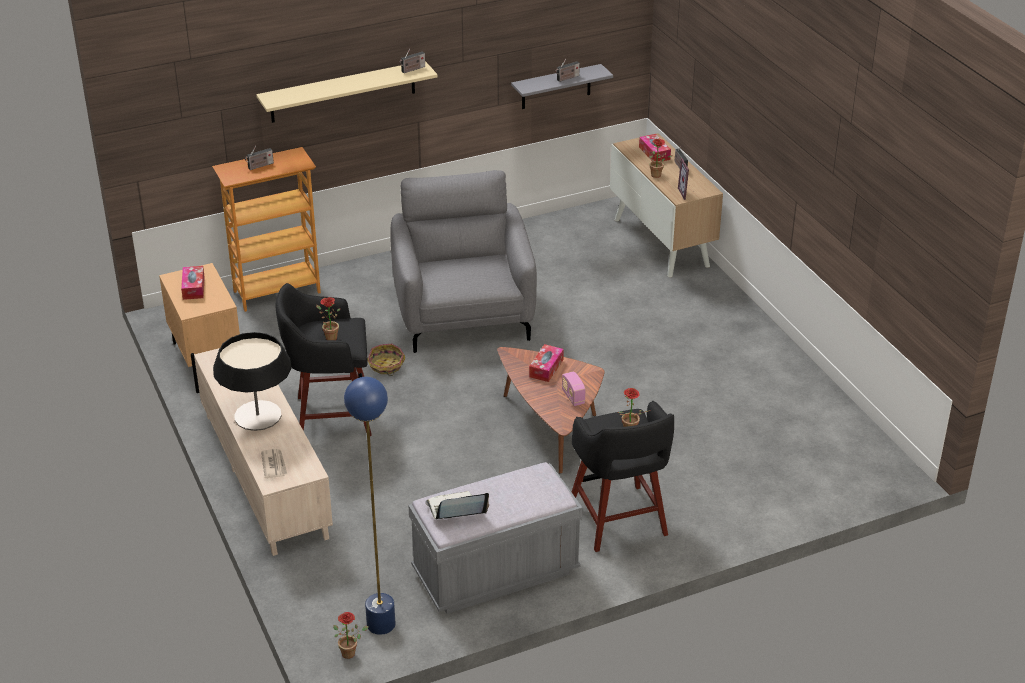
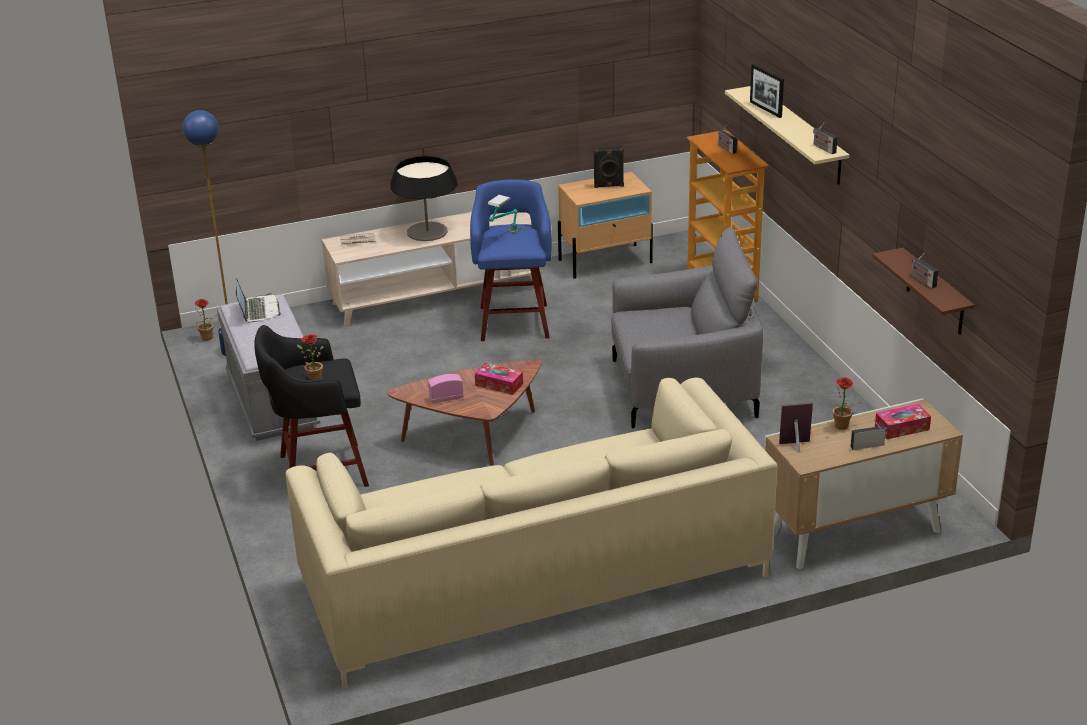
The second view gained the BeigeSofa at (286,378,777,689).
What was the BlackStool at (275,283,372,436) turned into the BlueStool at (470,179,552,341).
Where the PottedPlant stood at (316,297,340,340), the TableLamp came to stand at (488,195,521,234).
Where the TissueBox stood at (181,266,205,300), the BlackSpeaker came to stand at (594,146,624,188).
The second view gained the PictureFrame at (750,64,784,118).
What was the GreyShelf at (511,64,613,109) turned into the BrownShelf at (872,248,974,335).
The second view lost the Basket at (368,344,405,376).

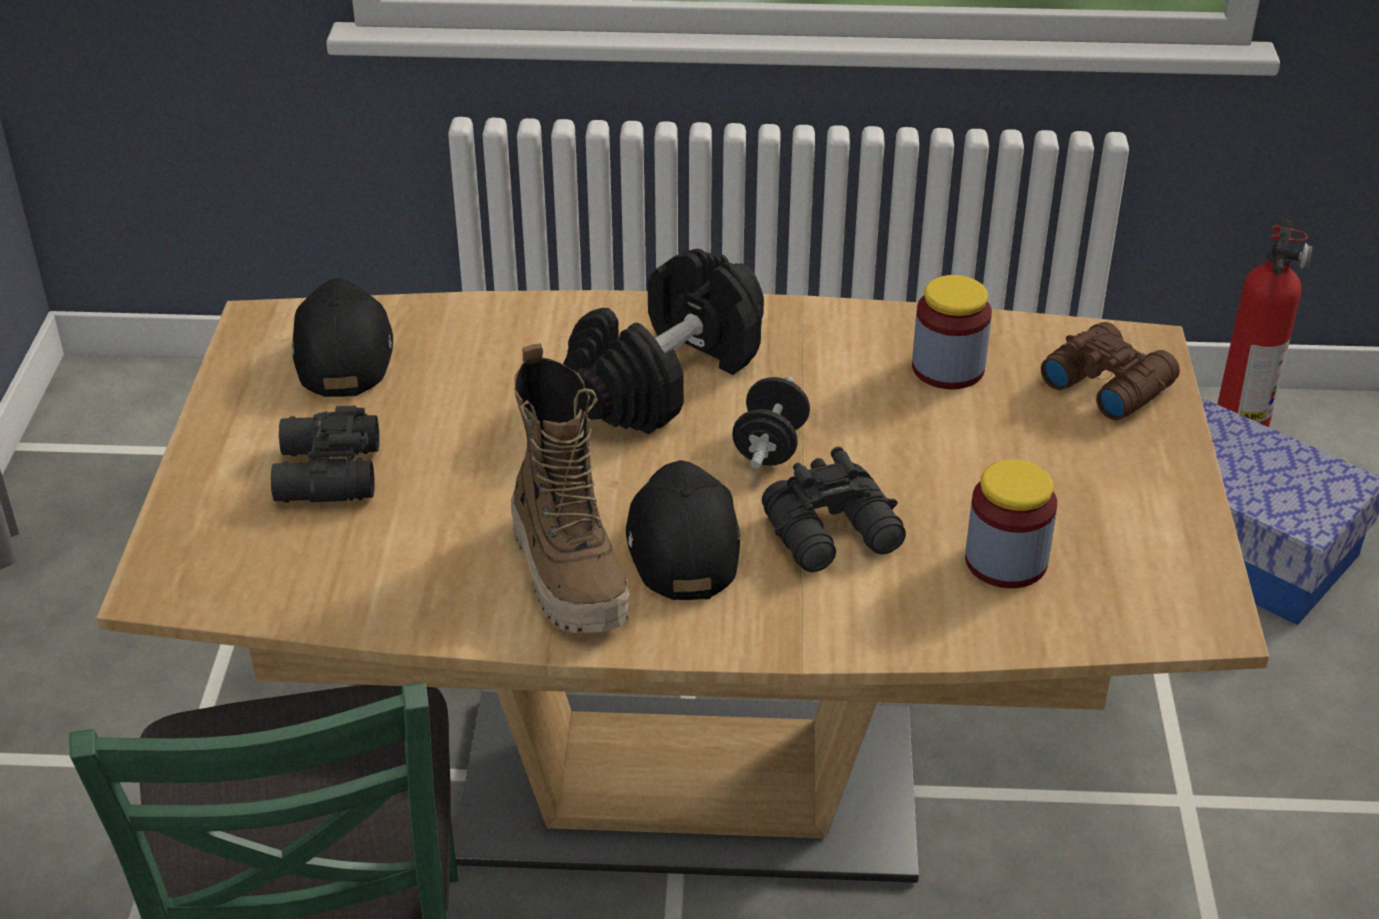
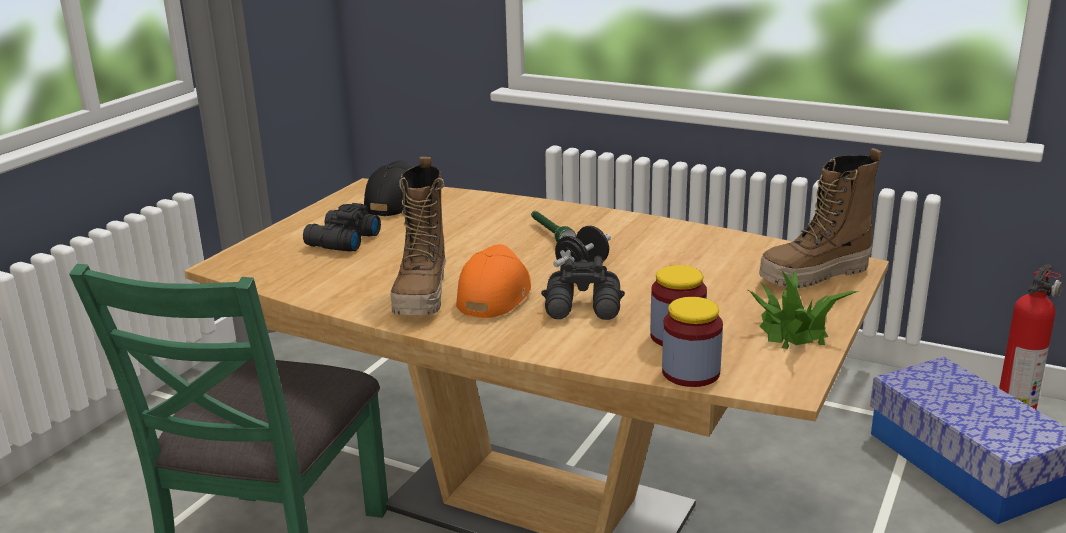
What was the BlackCap at (626,460,740,600) turned into the OrangeCap at (456,244,531,318).
Where the BlackDumbbell stood at (563,249,764,435), the GreenFlashlight came to stand at (531,211,576,242).
The Jar ended up elsewhere, having gone from (912,275,992,389) to (662,297,723,387).
The second view gained the PottedPlant at (748,271,859,349).
Where the BrownBinoculars stood at (1041,322,1180,420), the Boot came to stand at (759,148,882,288).

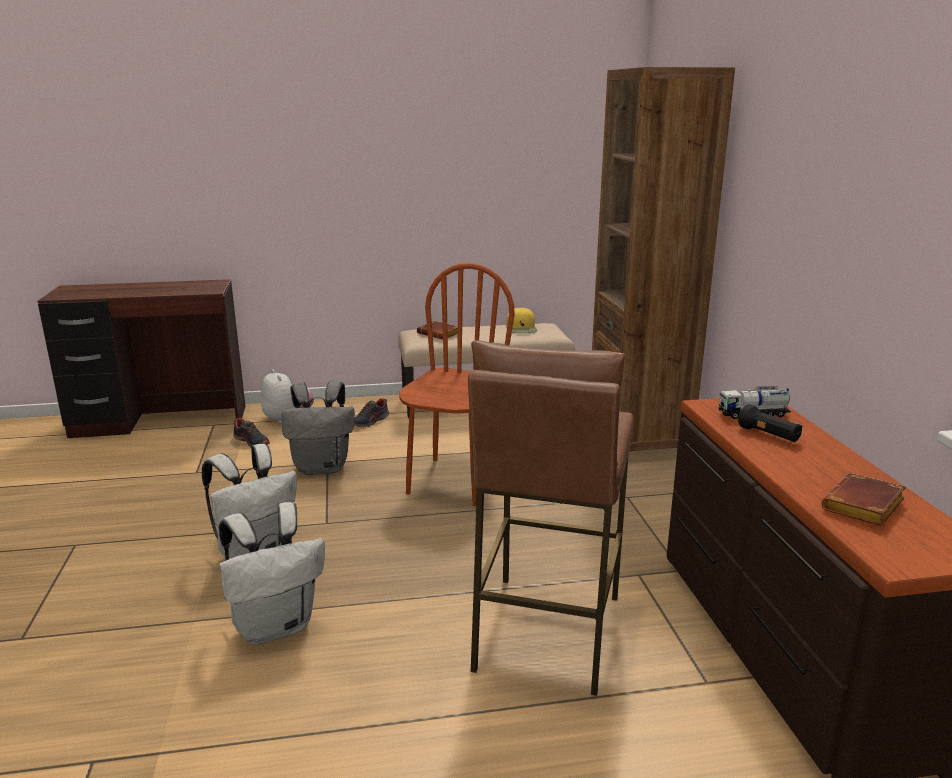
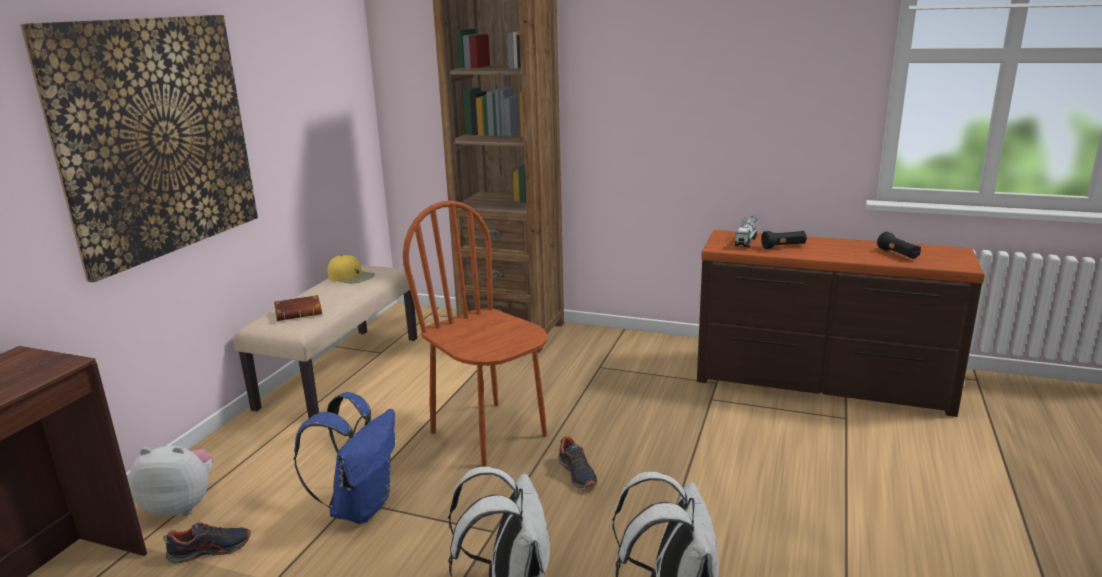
The second view gained the Picture at (20,15,258,282).
What was the GreyBackpack at (281,380,355,475) turned into the BlueBackpack at (294,392,395,524).
The Shoe ended up elsewhere, having gone from (354,398,389,427) to (558,437,597,488).
Where the BrownBook stood at (822,473,906,526), the BlackFlashlight came to stand at (877,232,921,259).
The second view lost the BrownStool at (468,340,634,696).

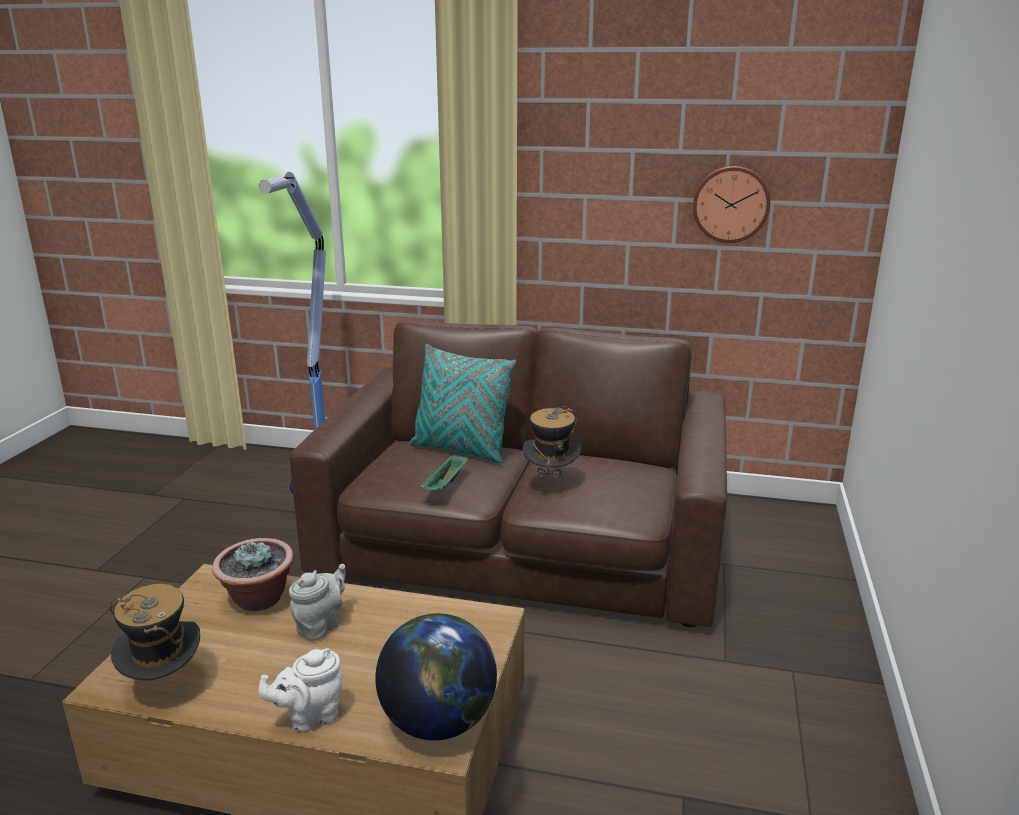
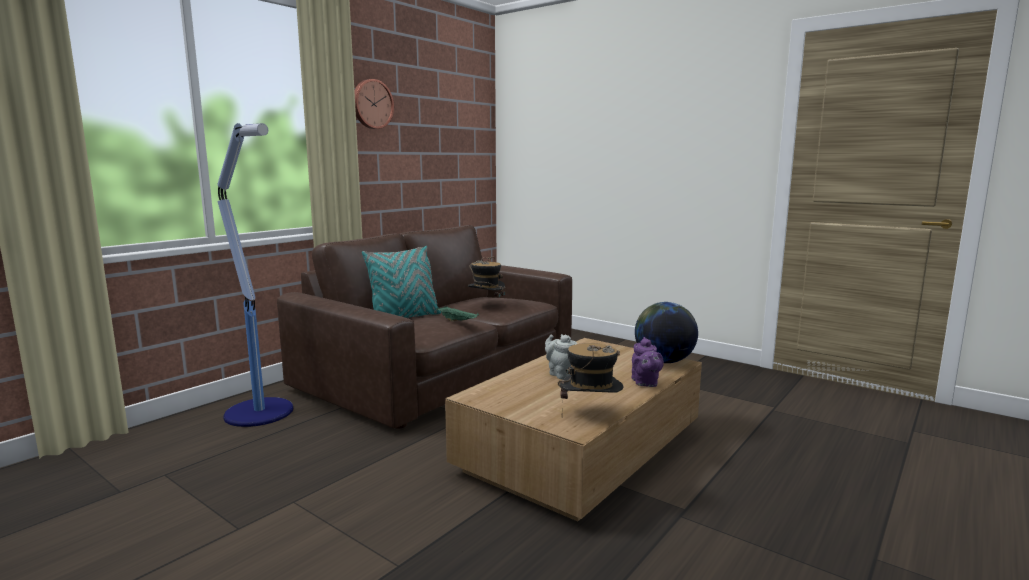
The WallClock ended up elsewhere, having gone from (693,166,770,243) to (354,79,394,129).
What was the WhiteTeapot at (258,648,343,732) turned into the PurpleTeapot at (632,337,664,387).
The second view lost the PottedPlant at (212,538,294,611).

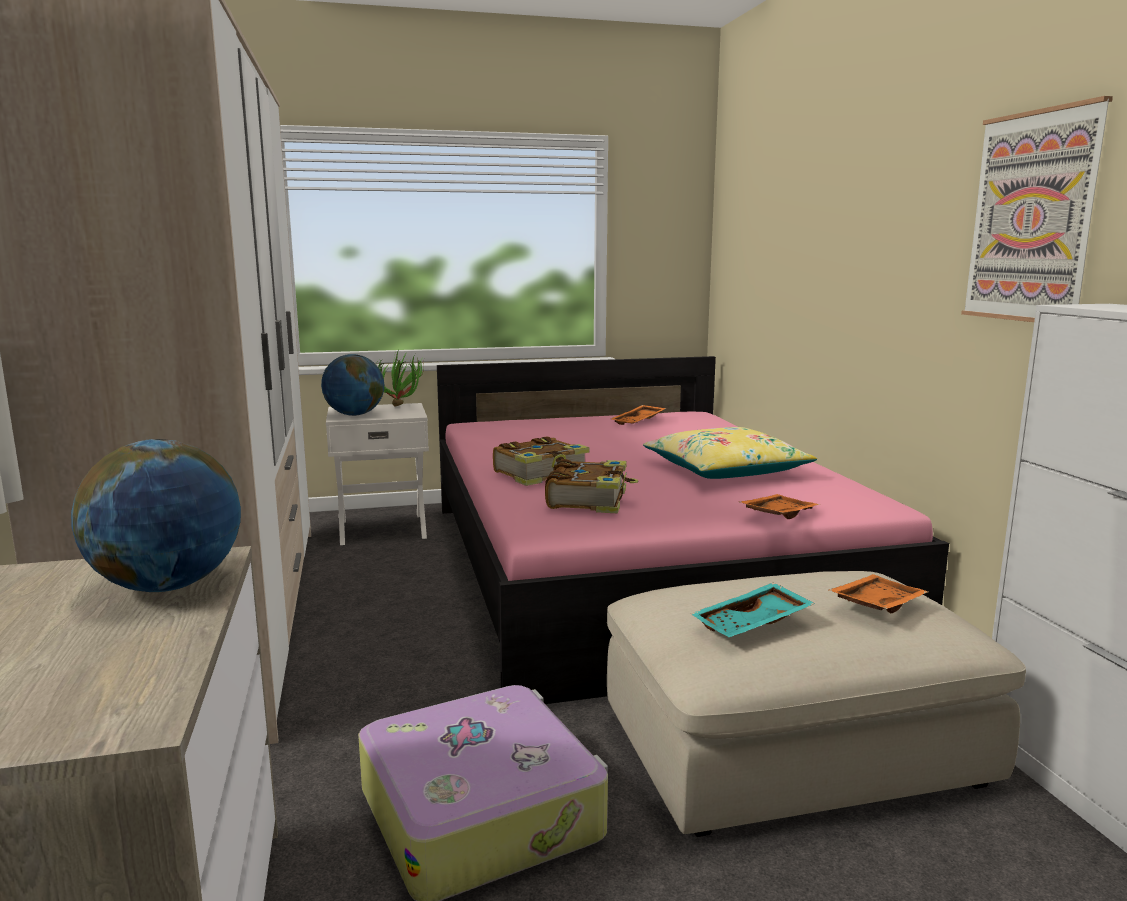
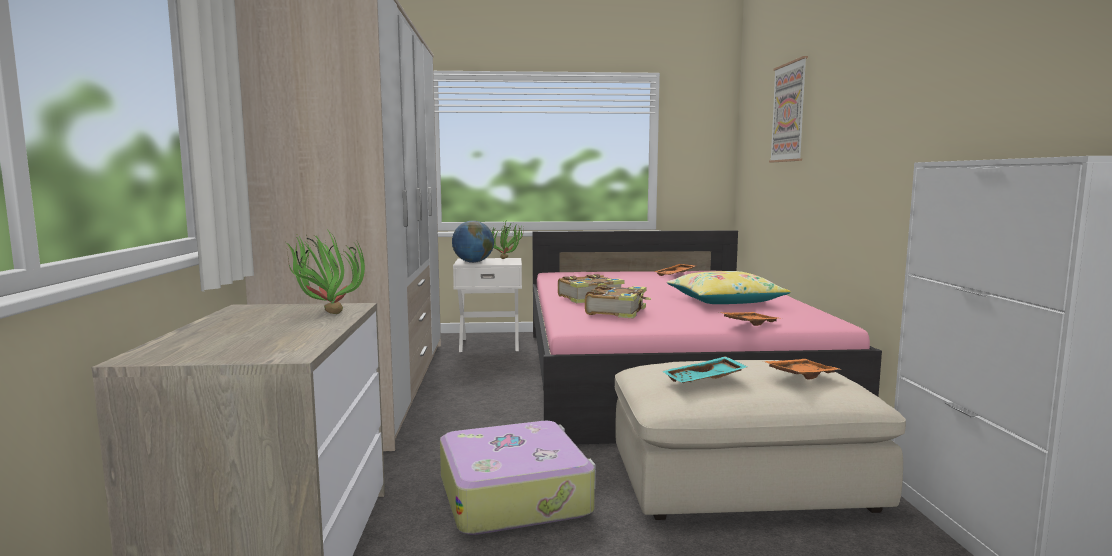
Where the Globe stood at (71,439,241,592), the PottedPlant came to stand at (286,229,365,314).
The Picture ended up elsewhere, having gone from (961,96,1113,322) to (769,56,808,162).

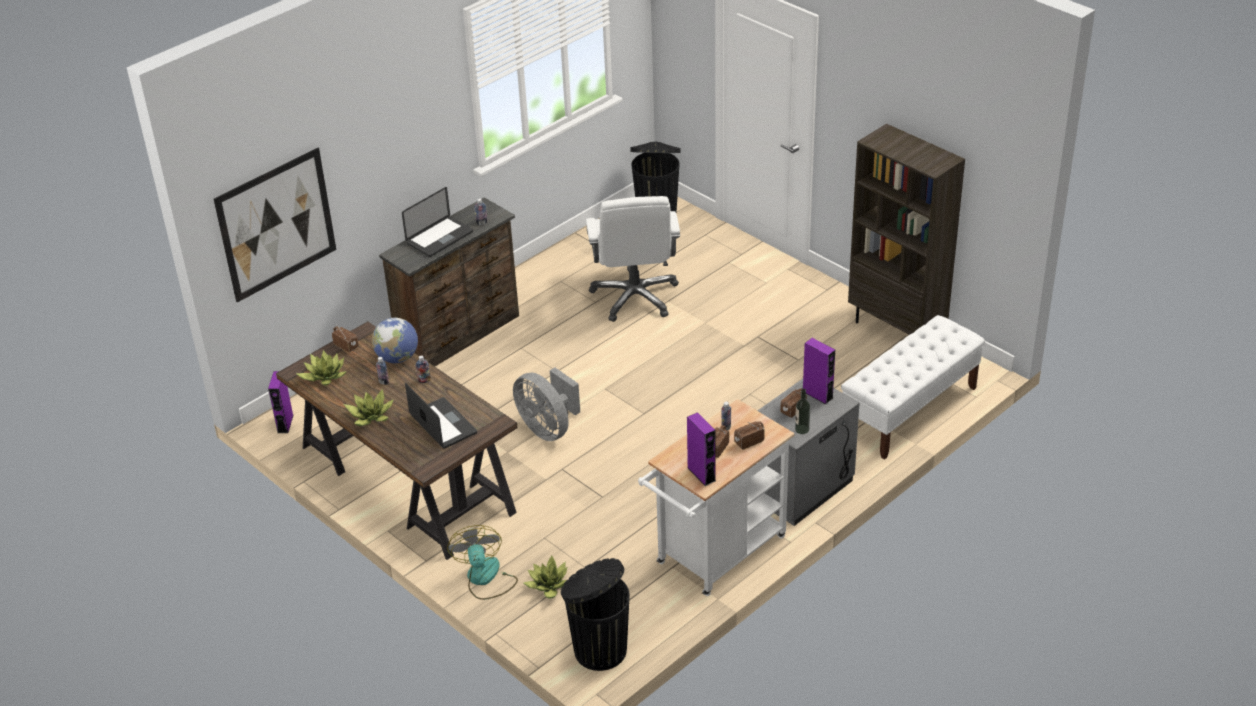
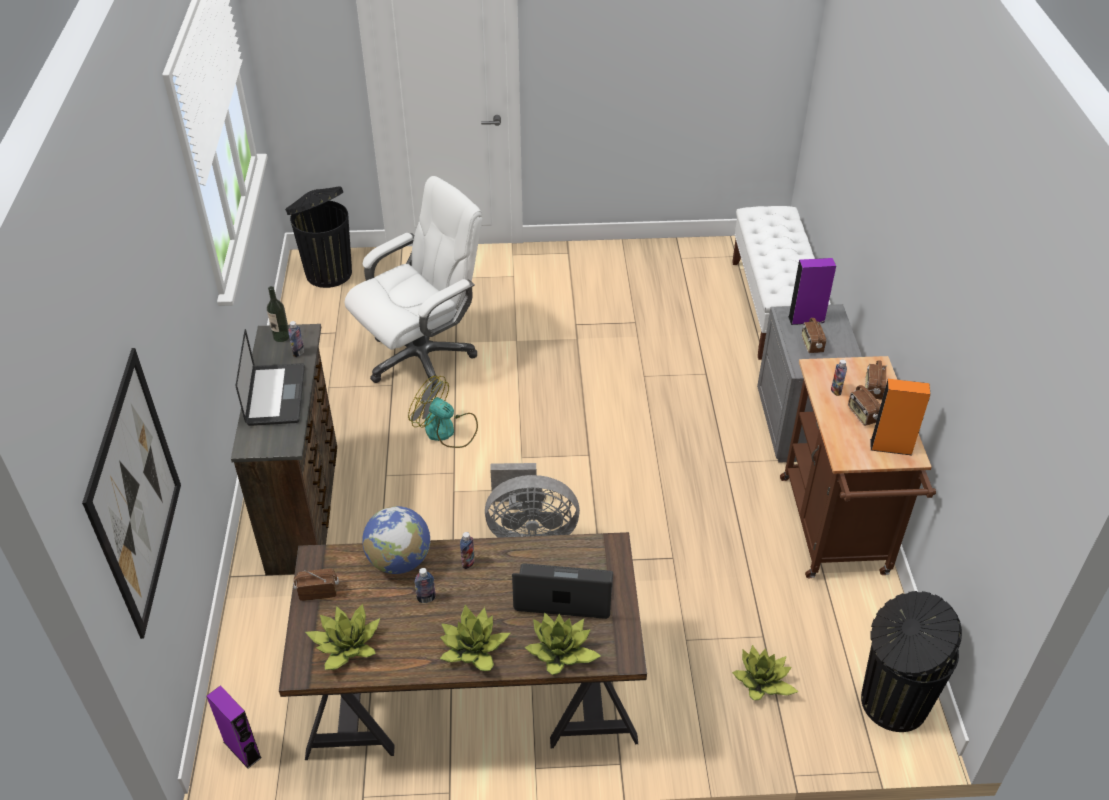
The Bottle ended up elsewhere, having gone from (795,389,810,434) to (267,286,289,342).
The WhiteOfficeChair at (586,196,680,321) ended up facing another way, 75 degrees counterclockwise from before.
The Fan ended up elsewhere, having gone from (447,525,518,600) to (408,376,478,448).
The second view gained the PottedPlant at (524,612,601,675).
What was the WhiteCart at (638,399,795,596) turned into the BrownCart at (780,356,936,579).
What was the PurpleSpeaker at (687,412,716,486) turned into the OrangeSpeaker at (870,379,931,455).
The second view lost the BrownBookcase at (848,124,965,335).

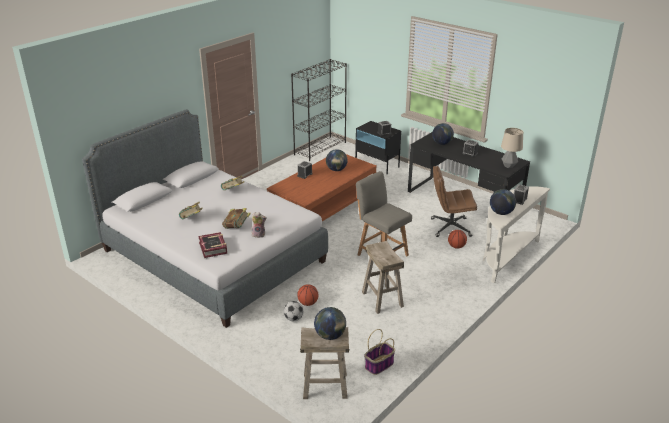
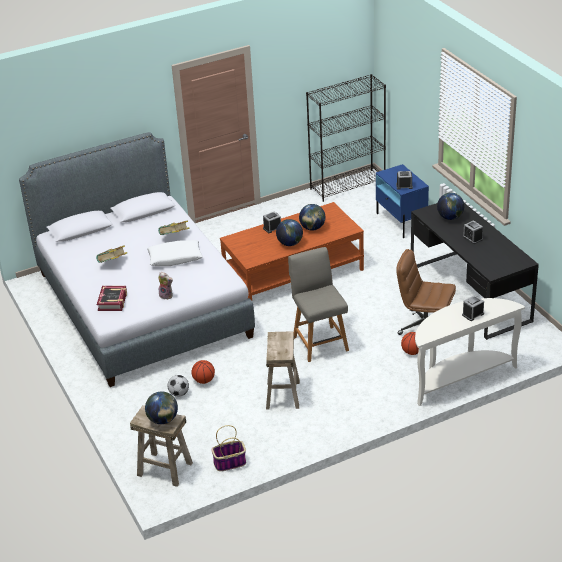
The second view gained the WhitePillow at (147,240,203,266).
The Globe ended up elsewhere, having gone from (490,189,516,215) to (276,219,303,246).
What was the BlackNightstand at (355,121,401,174) turned into the BlueNightstand at (376,164,429,238).
The second view lost the Book at (222,208,251,229).
The second view lost the TableLamp at (501,128,523,168).

